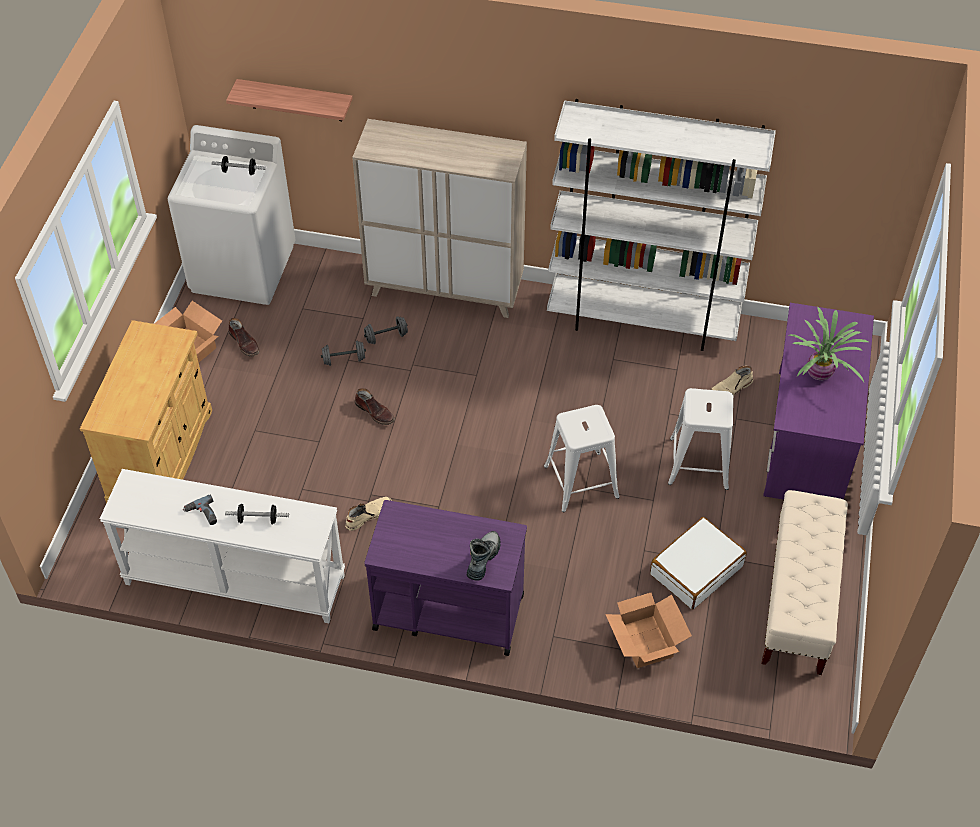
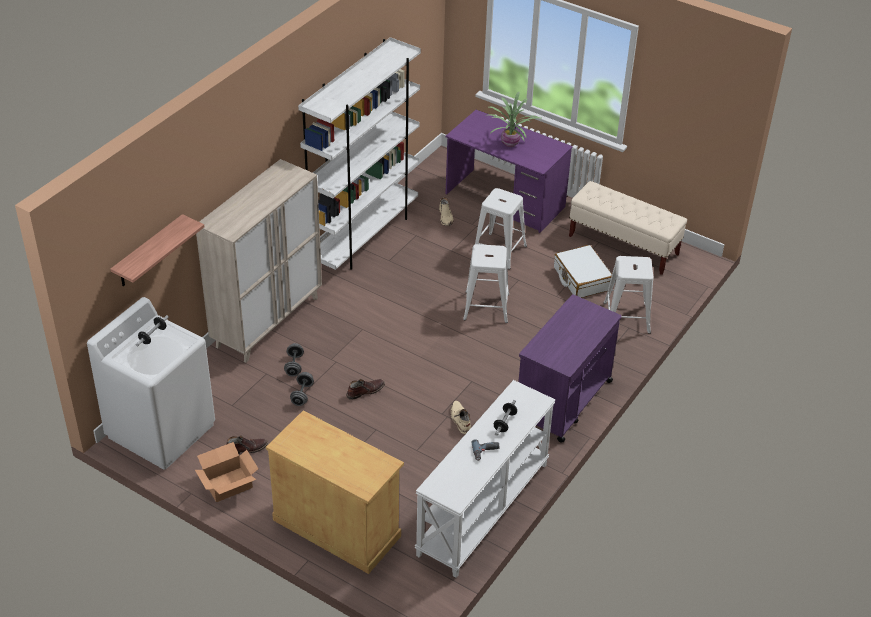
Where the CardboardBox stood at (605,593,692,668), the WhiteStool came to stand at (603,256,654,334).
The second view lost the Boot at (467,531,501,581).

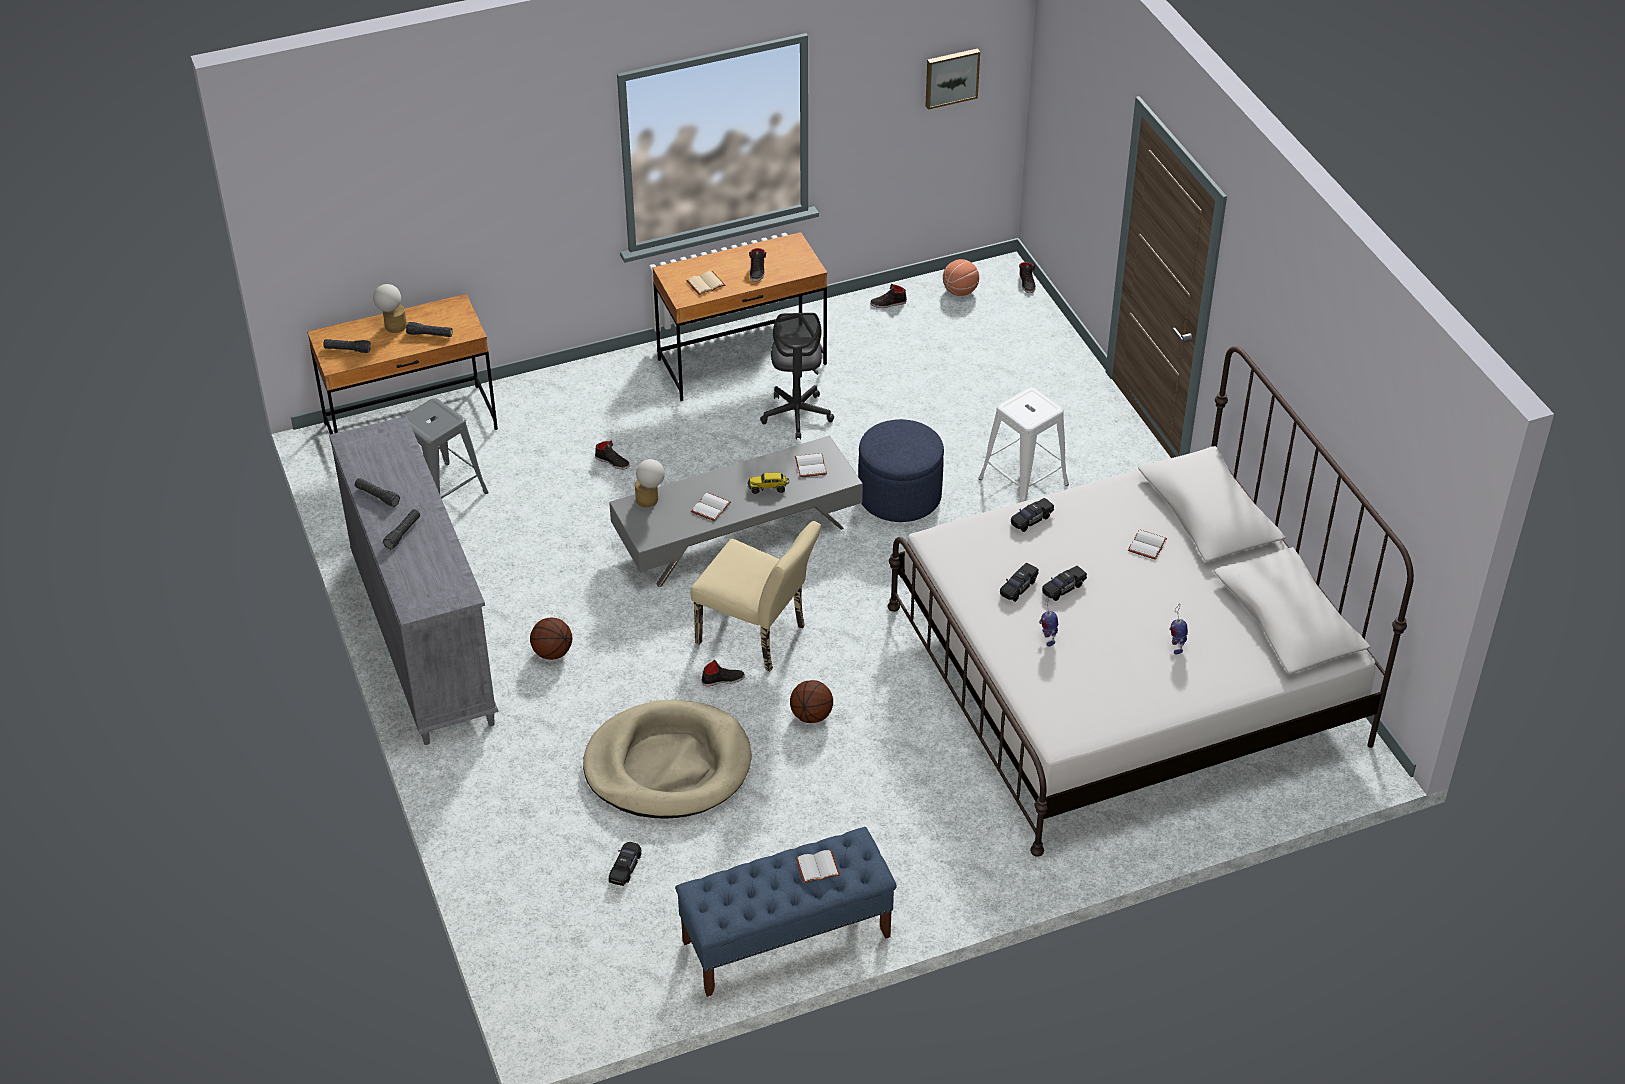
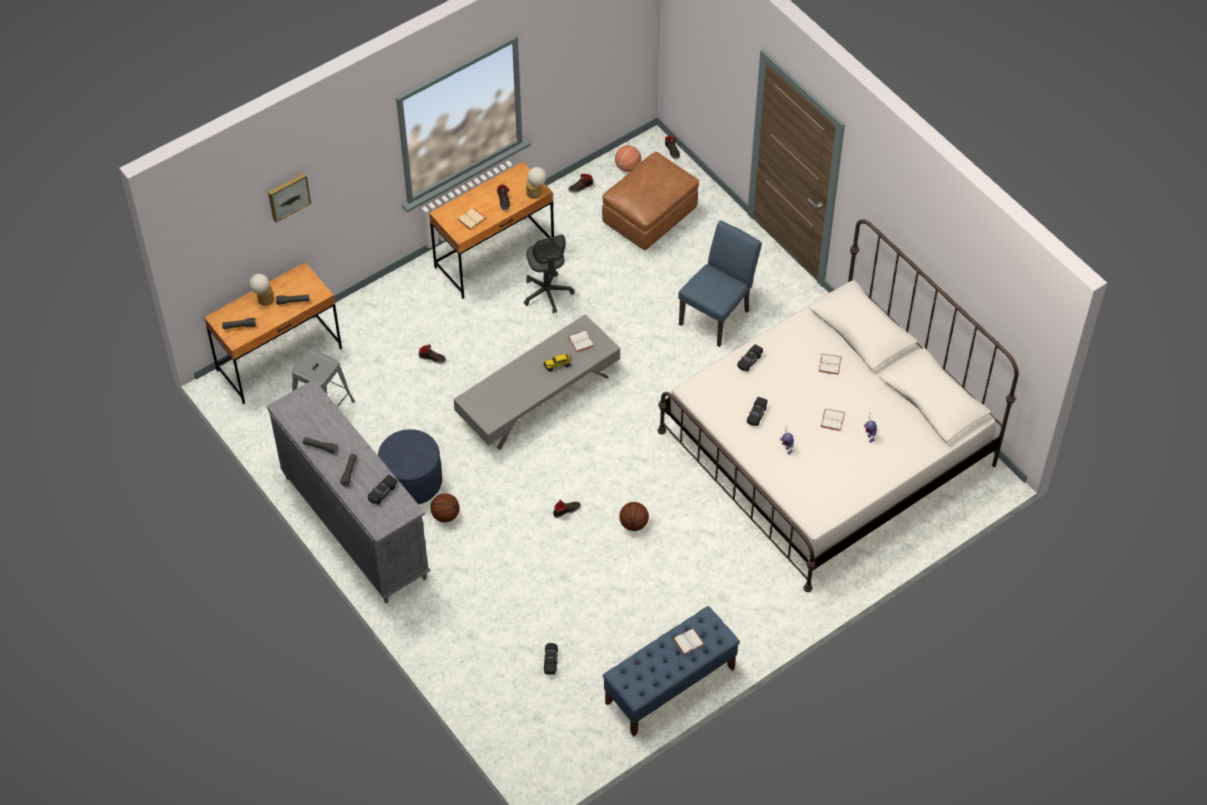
The Picture ended up elsewhere, having gone from (926,48,980,110) to (268,173,311,222).
The BlackToyCar ended up elsewhere, having gone from (1042,566,1087,601) to (368,475,397,505).
The BlueOttoman ended up elsewhere, having gone from (858,419,944,522) to (378,429,442,504).
The TableLamp ended up elsewhere, having gone from (635,459,665,507) to (526,167,547,199).
The second view gained the BrownOttoman at (602,152,699,250).
Where the WhiteStool stood at (978,387,1069,502), the BlueChair came to stand at (678,220,762,347).
The WhiteBook ended up elsewhere, having gone from (691,492,731,521) to (821,409,845,431).
The second view lost the BeigeDogBed at (583,700,752,819).
The second view lost the BeigeChair at (690,521,822,671).

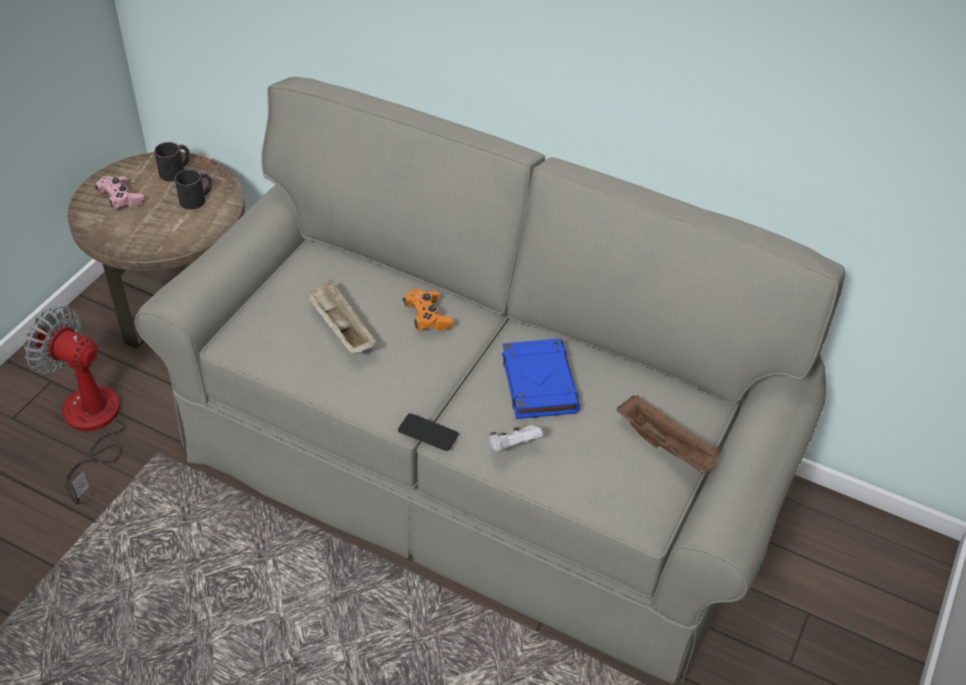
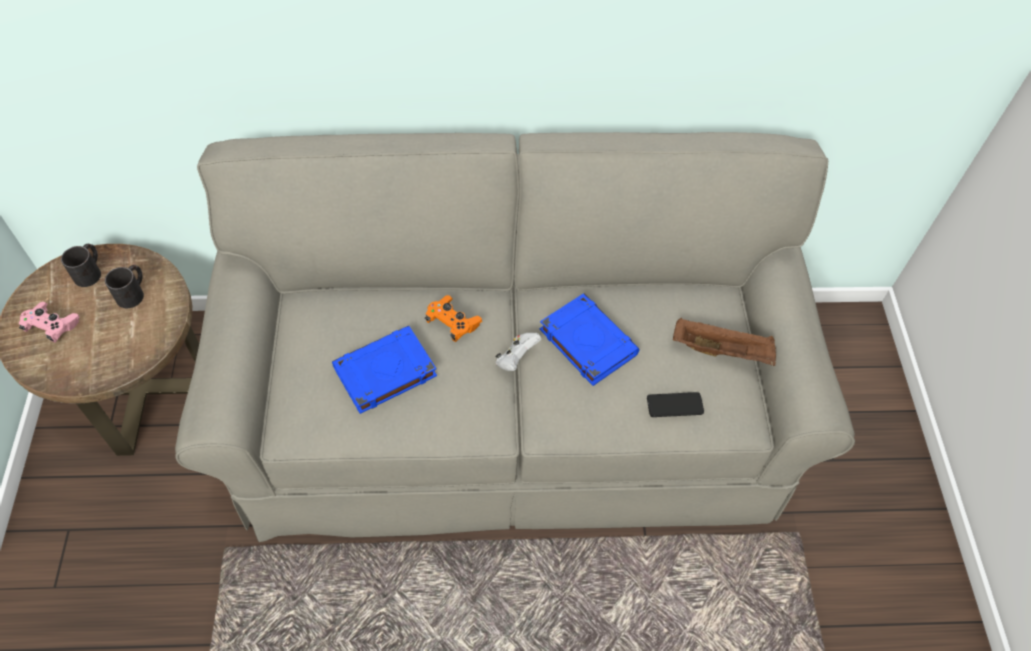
Where the BeigeTray stood at (305,280,377,354), the BlueBook came to stand at (332,326,437,414).
The WhiteGameController ended up elsewhere, having gone from (488,425,543,452) to (495,333,541,371).
The Phone ended up elsewhere, having gone from (398,413,459,451) to (647,392,704,417).
The second view lost the Fan at (24,306,125,505).

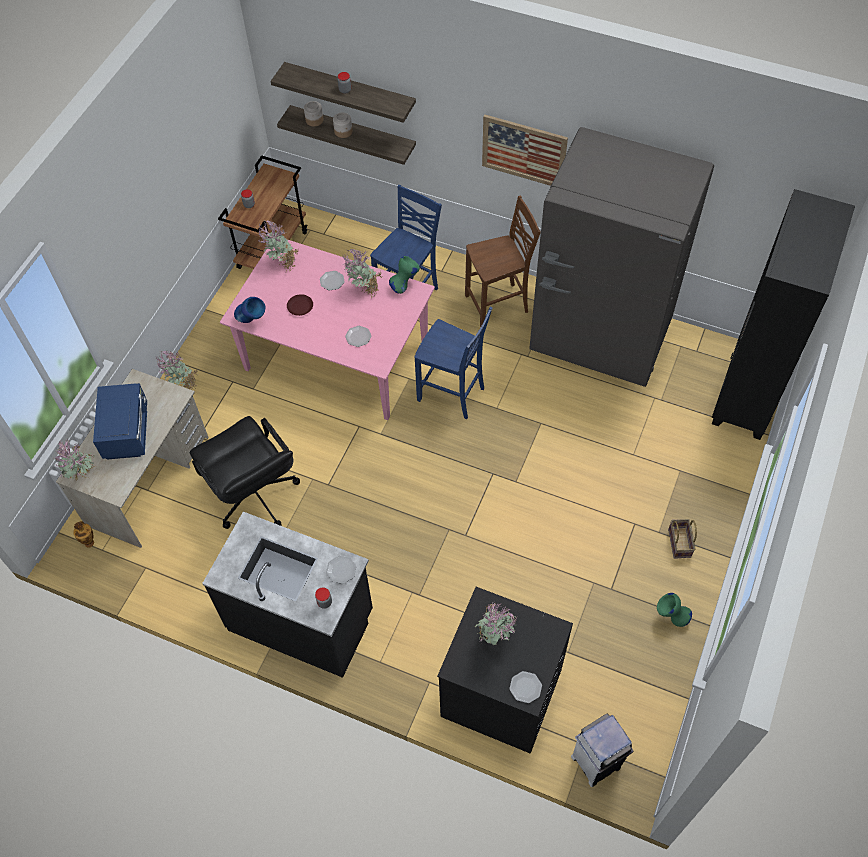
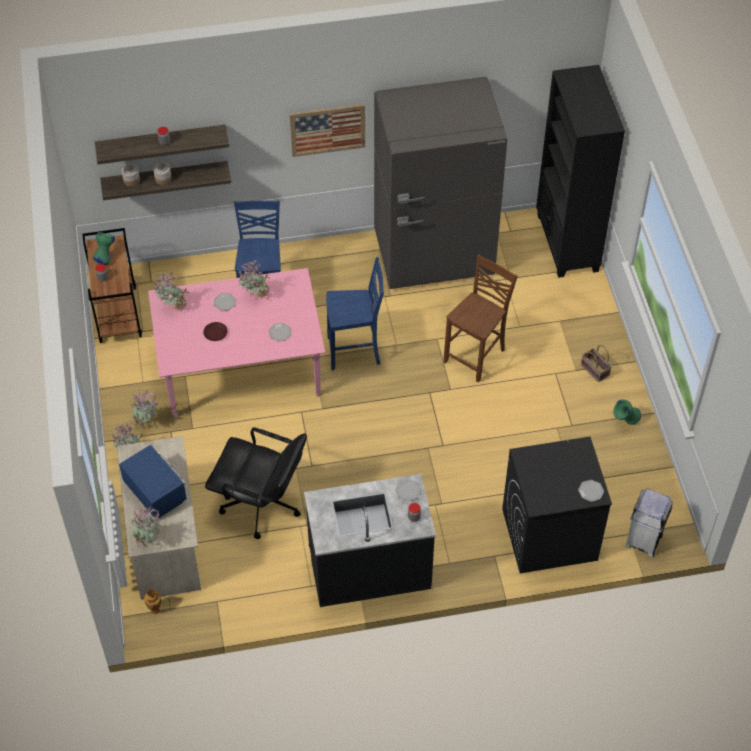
The GreenVase ended up elsewhere, having gone from (389,256,420,294) to (93,232,115,265).
The PottedPlant ended up elsewhere, having gone from (475,602,518,645) to (131,390,159,429).
The BrownChair ended up elsewhere, having gone from (465,196,541,327) to (443,254,518,383).
The second view lost the BlueVase at (234,297,265,323).

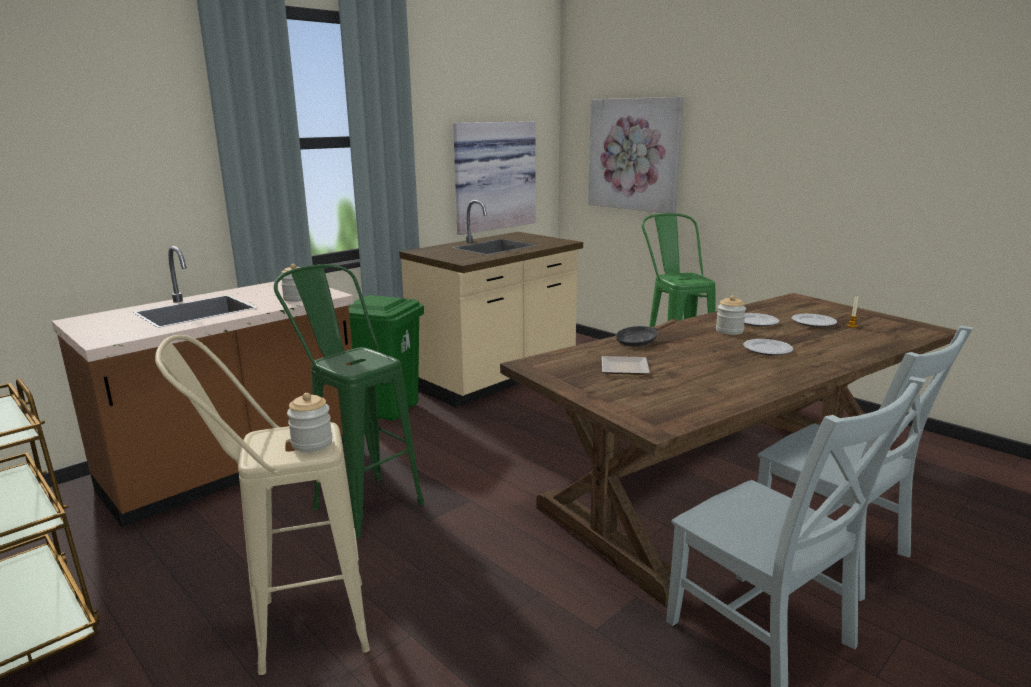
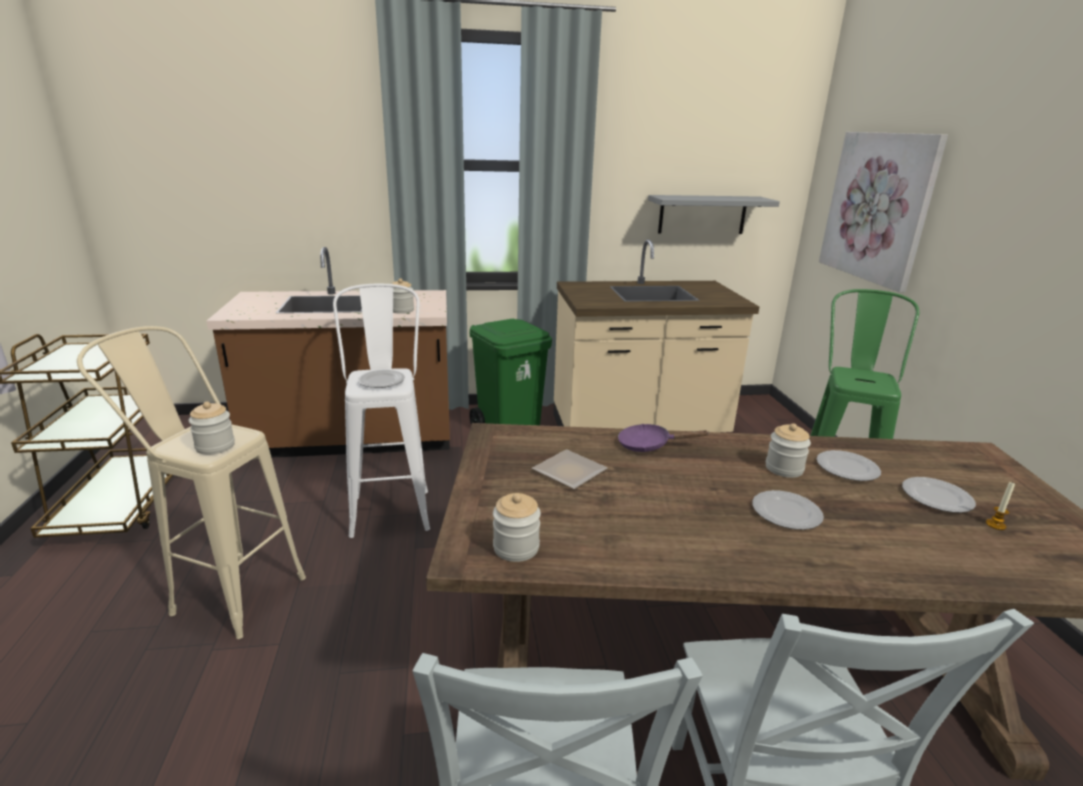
What was the GreenStool at (274,264,424,538) turned into the WhiteStool at (333,284,430,538).
The second view gained the Plate at (358,370,405,388).
The second view gained the Jar at (493,493,541,562).
What was the BlackFryingPan at (616,319,677,347) turned into the PurpleFryingPan at (618,424,710,452).
Where the Picture hung at (453,121,536,235), the GreyShelf came to hang at (648,195,780,234).

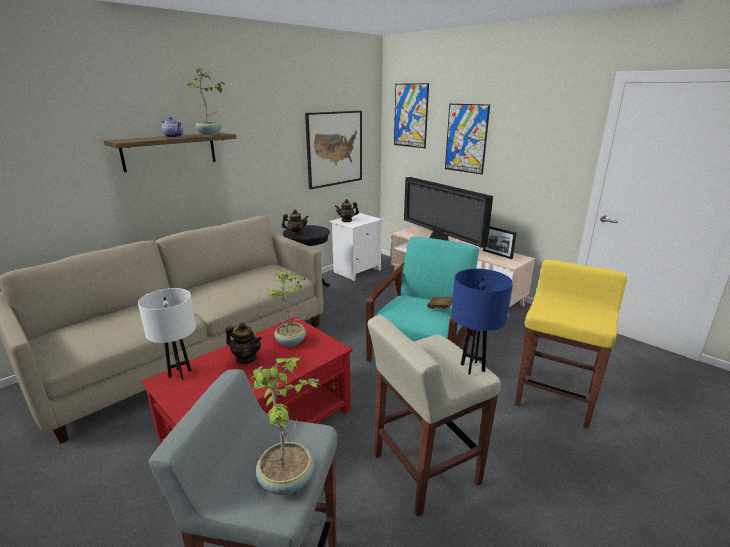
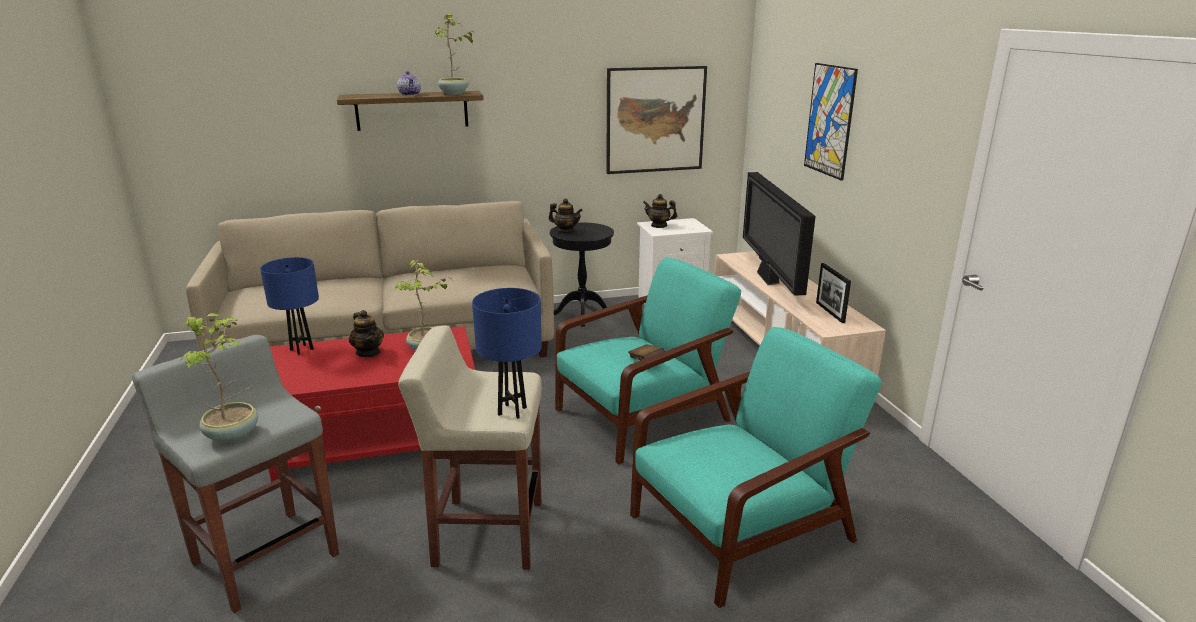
What was the WhiteTableLamp at (138,288,196,380) turned into the BlueTableLamp at (260,257,319,355).
Where the YellowStool stood at (515,260,627,429), the TurquoiseArmchair came to stand at (630,327,881,608).
The second view lost the Picture at (394,83,429,148).

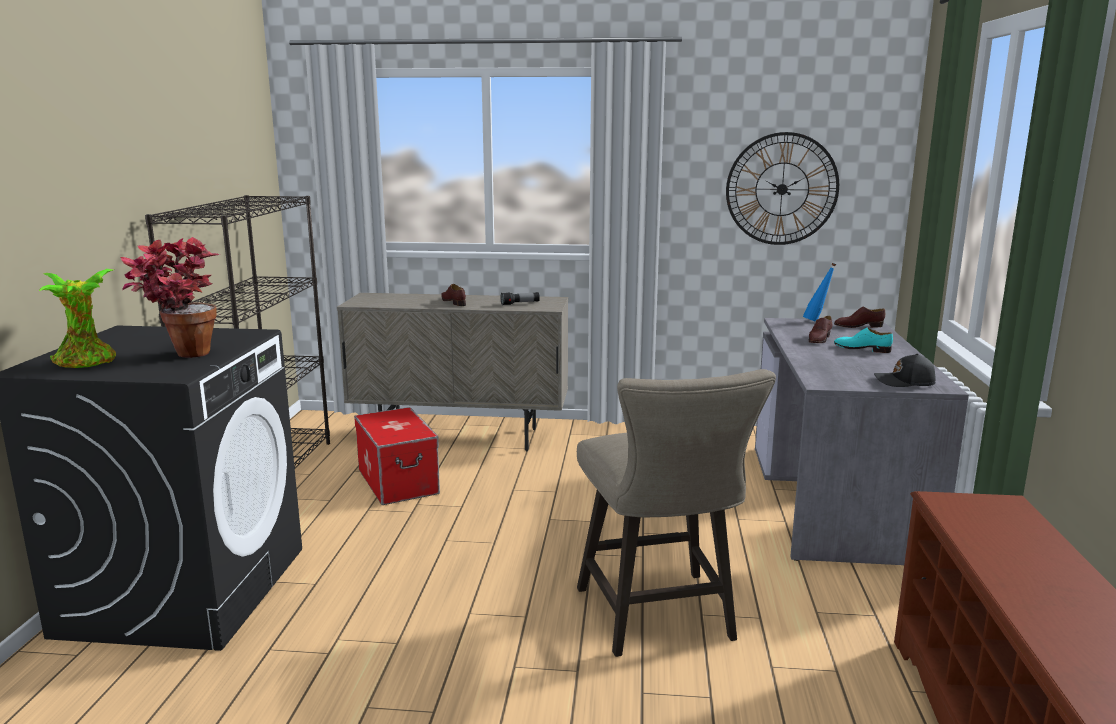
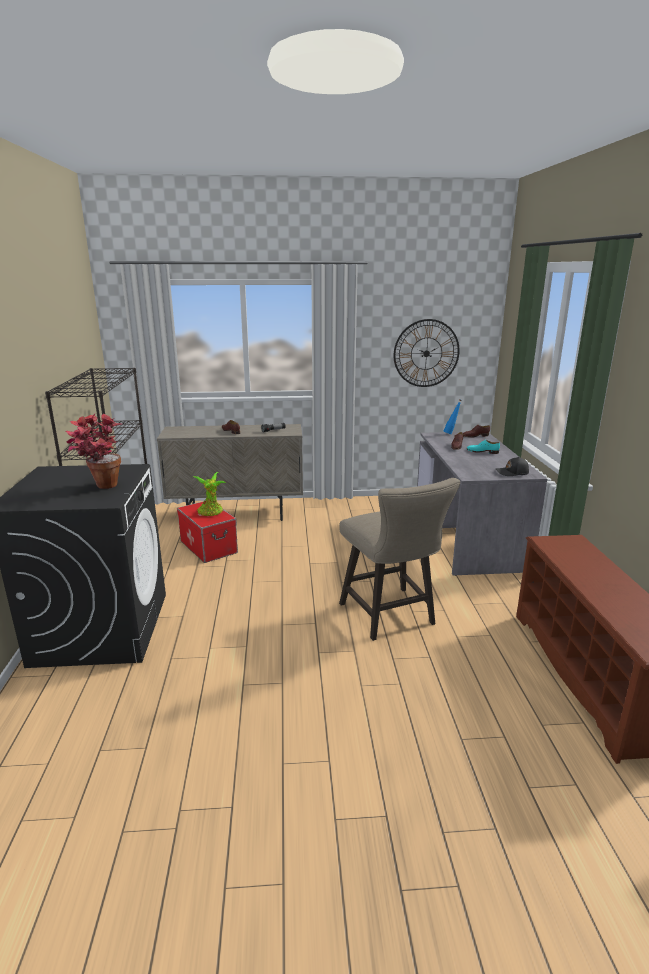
The PottedPlant ended up elsewhere, having gone from (39,269,116,368) to (193,472,226,516).

